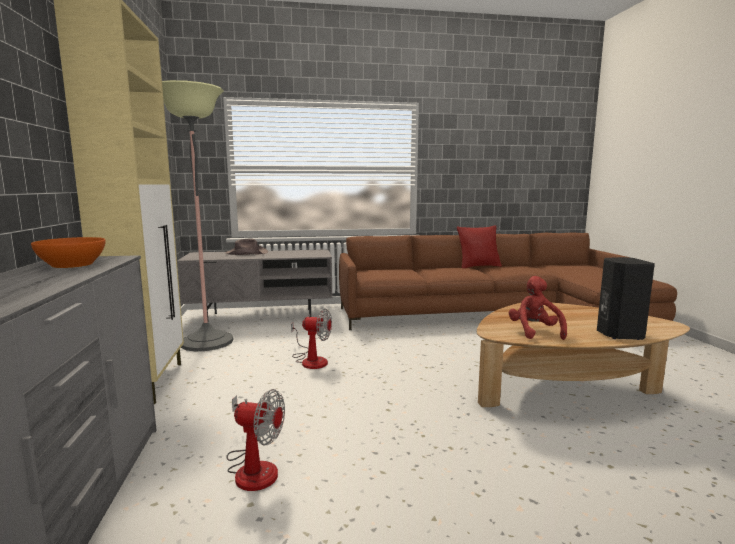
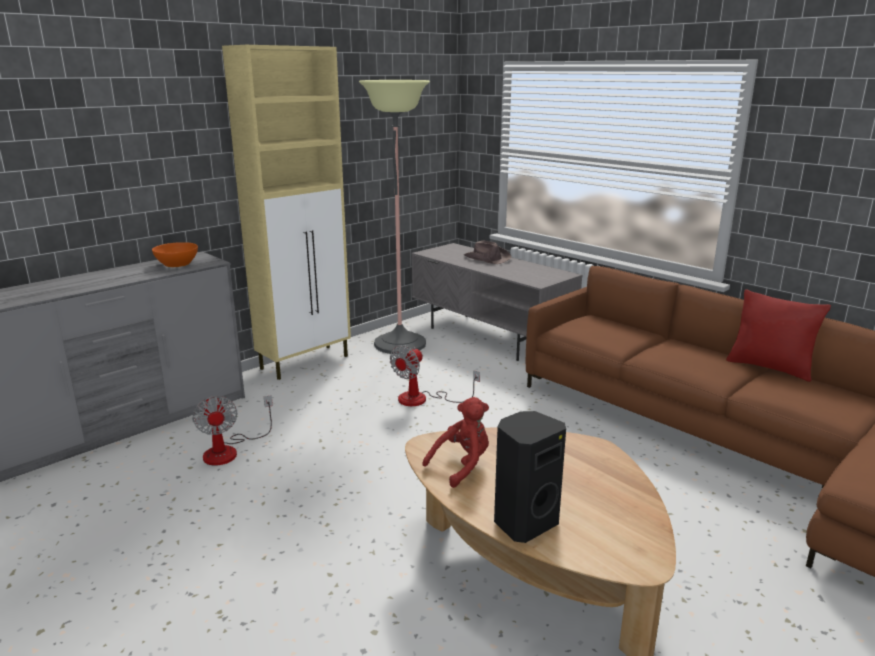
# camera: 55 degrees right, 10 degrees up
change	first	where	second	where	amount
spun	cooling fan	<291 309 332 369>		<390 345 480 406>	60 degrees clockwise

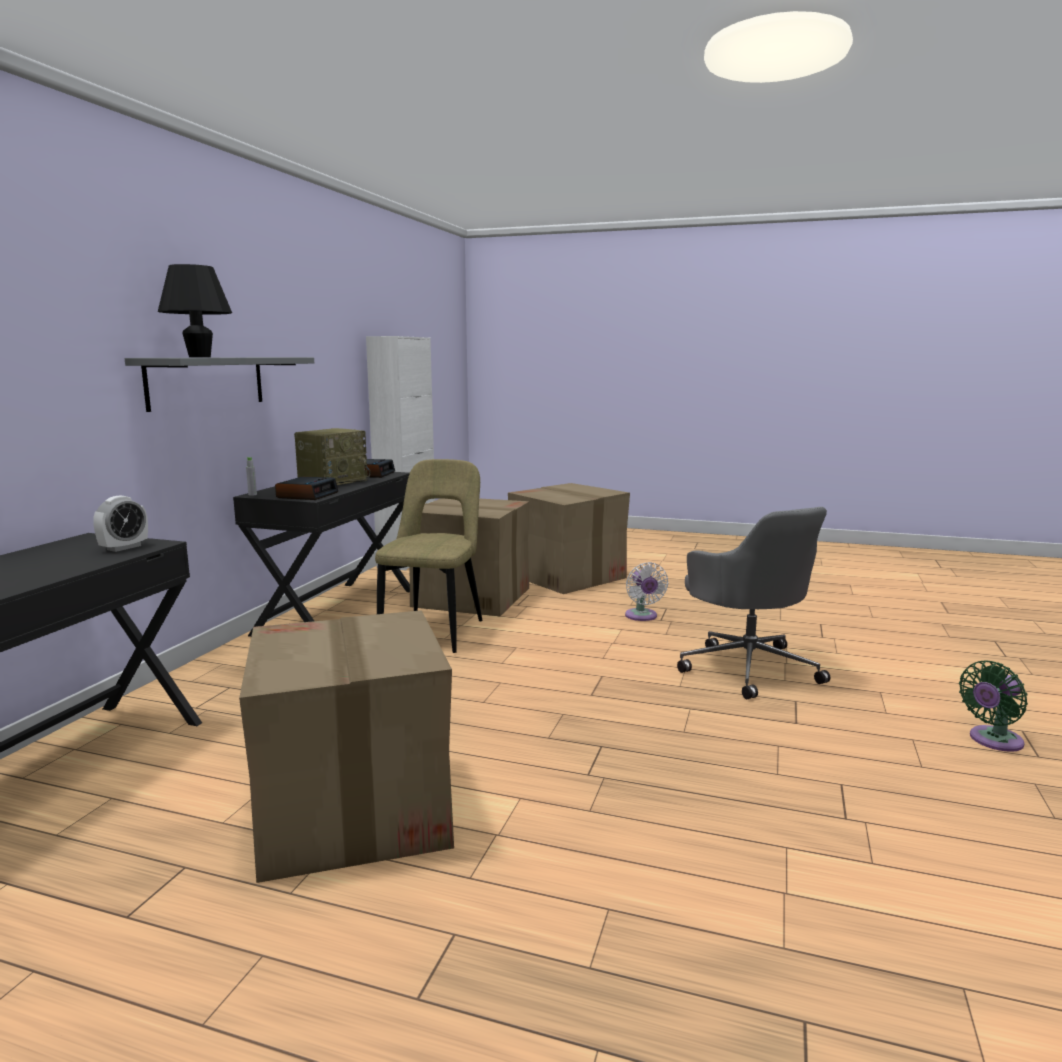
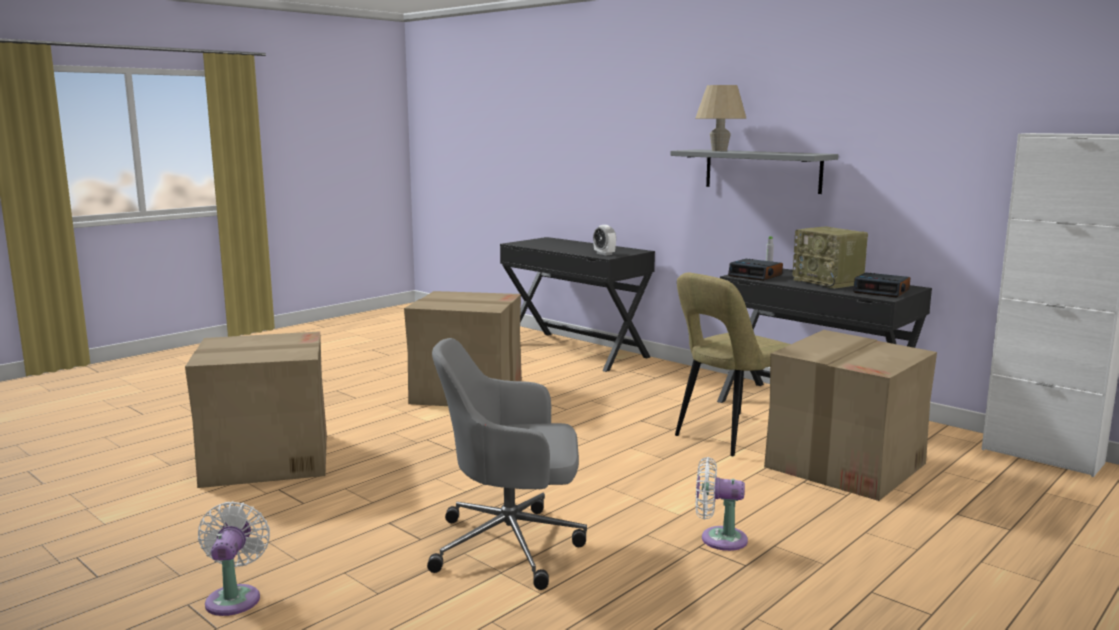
# camera: 115 degrees right, 0 degrees up
change	first	where	second	where	amount
relocated	cardboard box	<508 483 630 594>		<185 331 327 488>	
colour	cooling fan in green-coloured	<959 661 1028 752>	cooling fan in white-coloured	<198 501 270 616>	
spun	upright chair in beige-coloured	<375 459 482 653>		<675 273 791 456>	105 degrees clockwise
colour	table lamp in black	<158 264 232 357>	table lamp in beige-coloured	<696 85 746 151>	

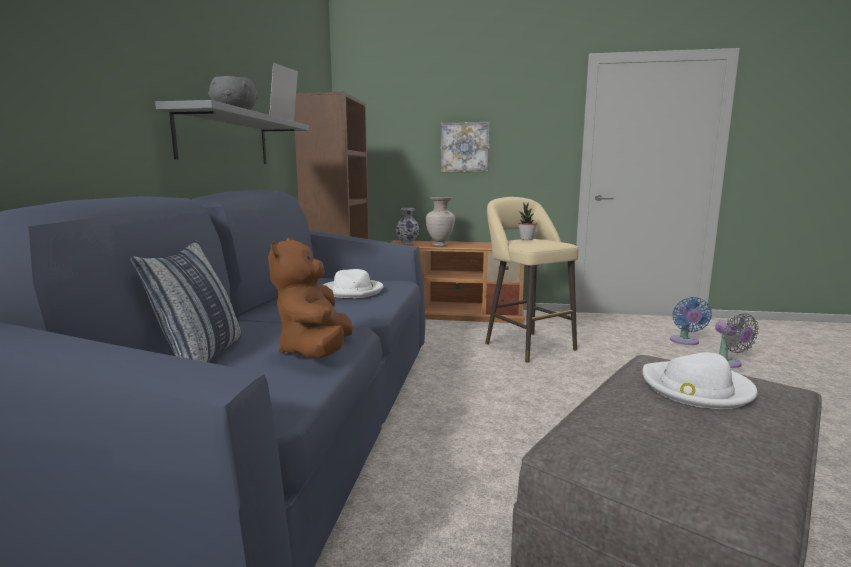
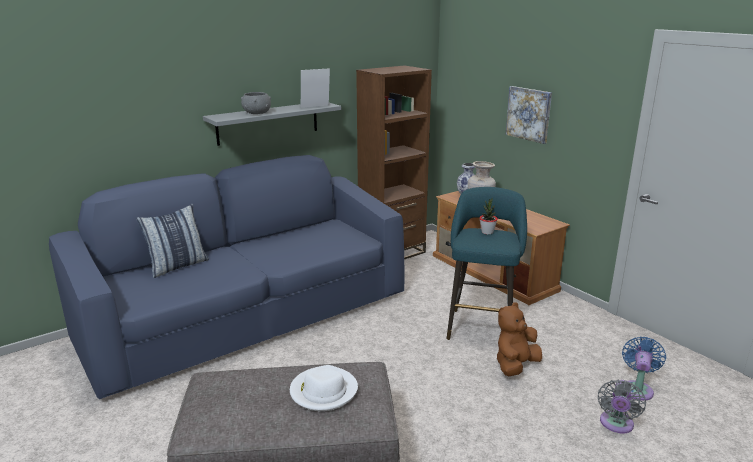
# camera: 45 degrees right, 10 degrees up
change	first	where	second	where	amount
colour	stool seat in beige-coloured	<485 197 579 363>	stool seat in blue-green	<447 187 527 340>	
relocated	cuddly toy in brownish	<268 238 353 358>		<497 302 542 376>	
spun	cooling fan in blue-coloured	<670 297 712 345>		<622 336 666 401>	150 degrees clockwise
missing	wearable hat in white-coloured	<323 269 383 298>			

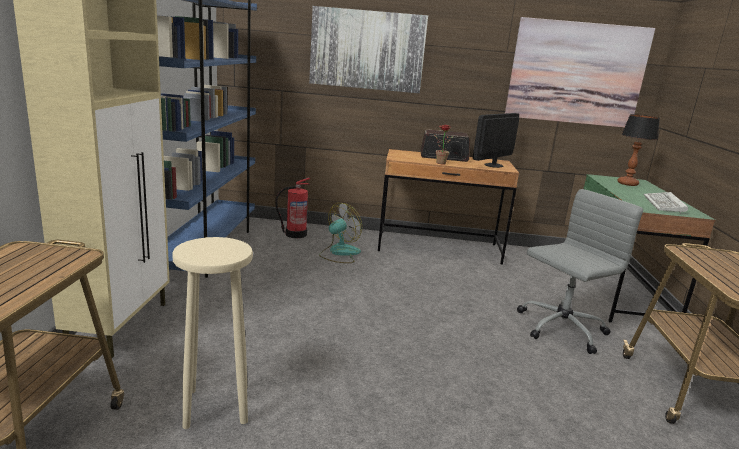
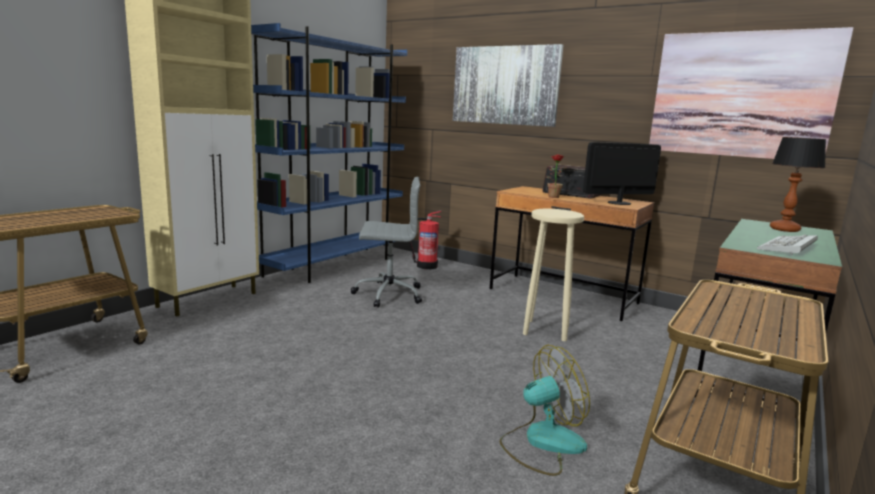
# camera: 30 degrees right, 5 degrees down
change	first	where	second	where	amount
relocated	office chair in grey	<517 189 643 354>		<350 177 422 308>	
relocated	cooling fan	<319 203 362 263>		<500 345 590 476>	
relocated	stool seat in beige-coloured	<173 237 253 429>		<523 209 584 341>	

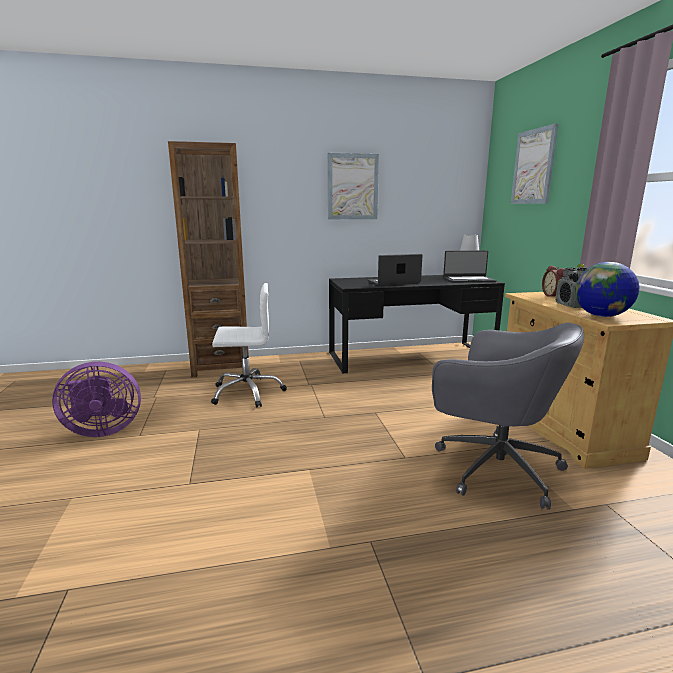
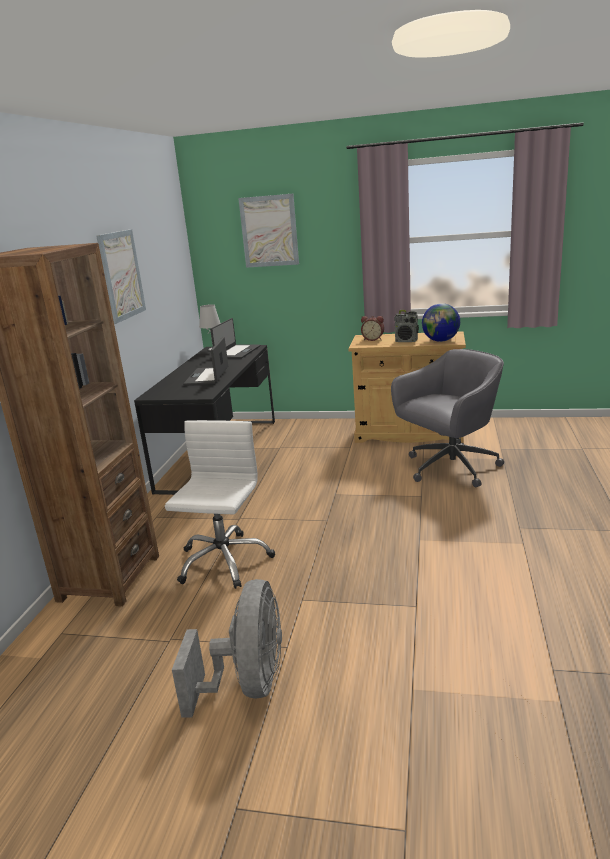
# camera: 65 degrees left, 5 degrees up
change	first	where	second	where	amount
colour	cooling fan in purplish	<52 362 141 437>	cooling fan in grey	<172 579 282 717>	

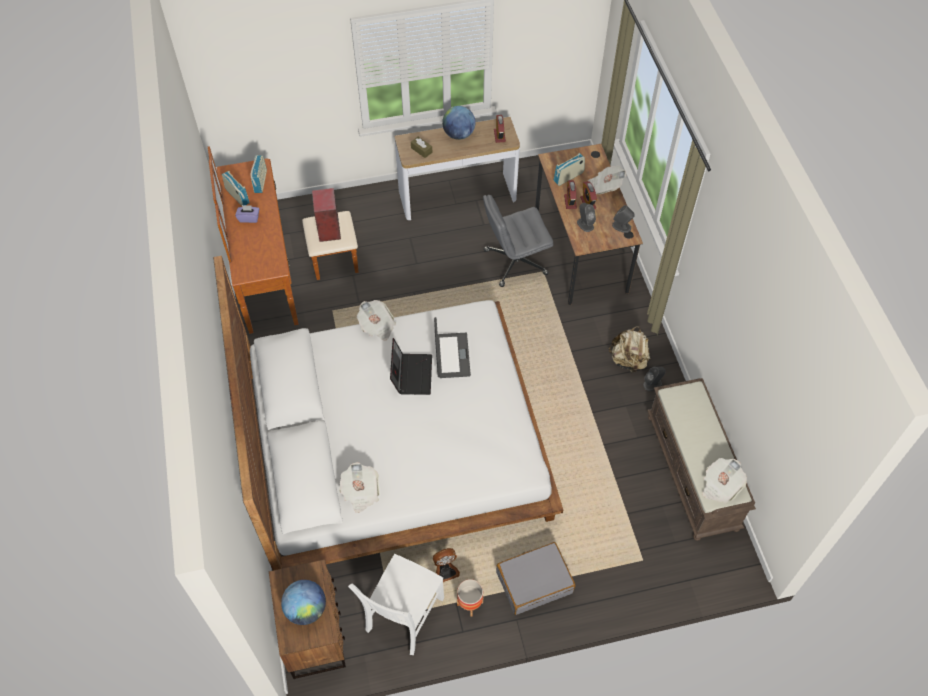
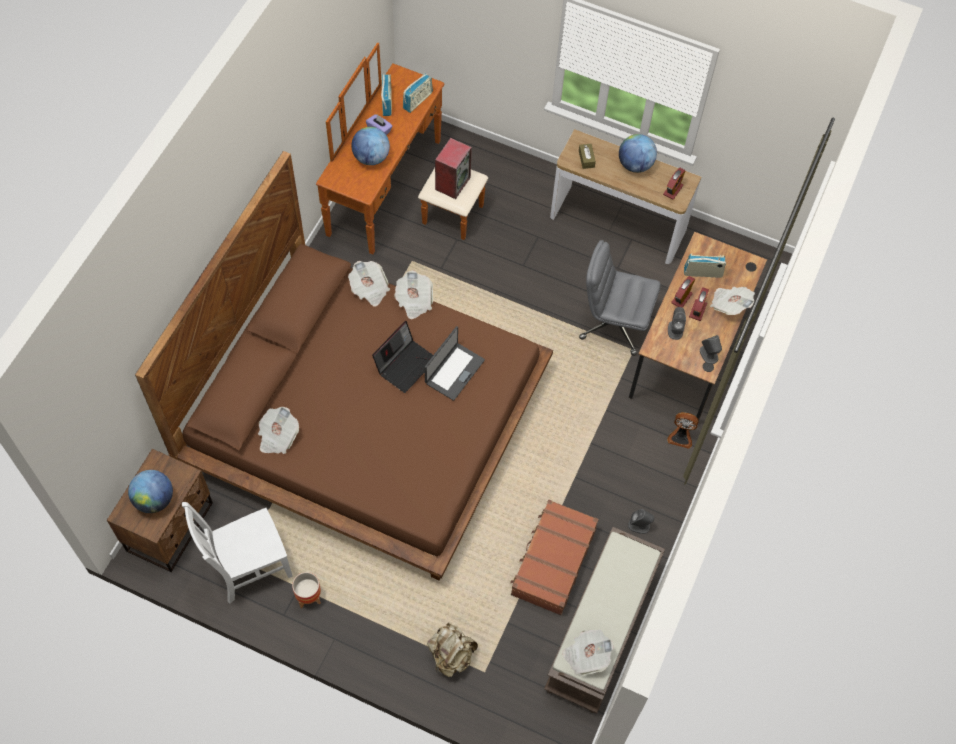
# camera: 35 degrees right, 5 degrees up
change	first	where	second	where	amount
colour	bedroom bed in white-coloured	<213 256 563 570>	bedroom bed in brownish	<135 151 553 581>	
appeared			printed paper	<348 261 390 307>	
appeared			world globe	<351 127 390 165>	
relocated	backpack in beige-coloured	<609 326 650 372>		<427 623 478 677>	
appeared			travel case in brownish	<510 500 599 615>	
relocated	cooling fan	<433 548 460 582>		<667 412 699 449>	
missing	travel case in grey	<496 542 575 615>			

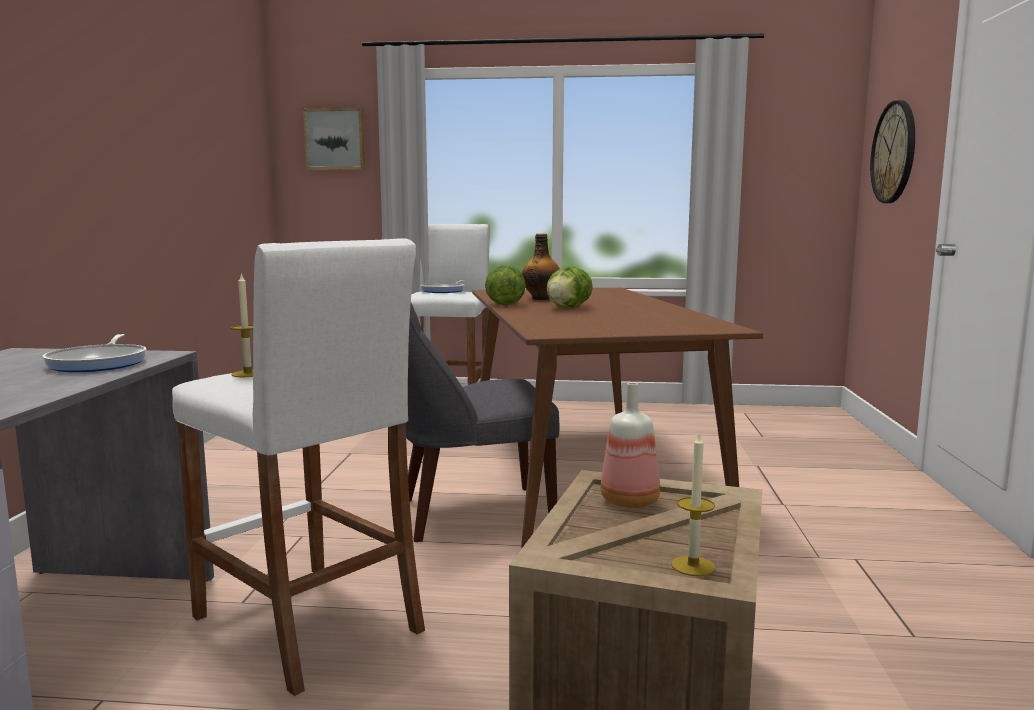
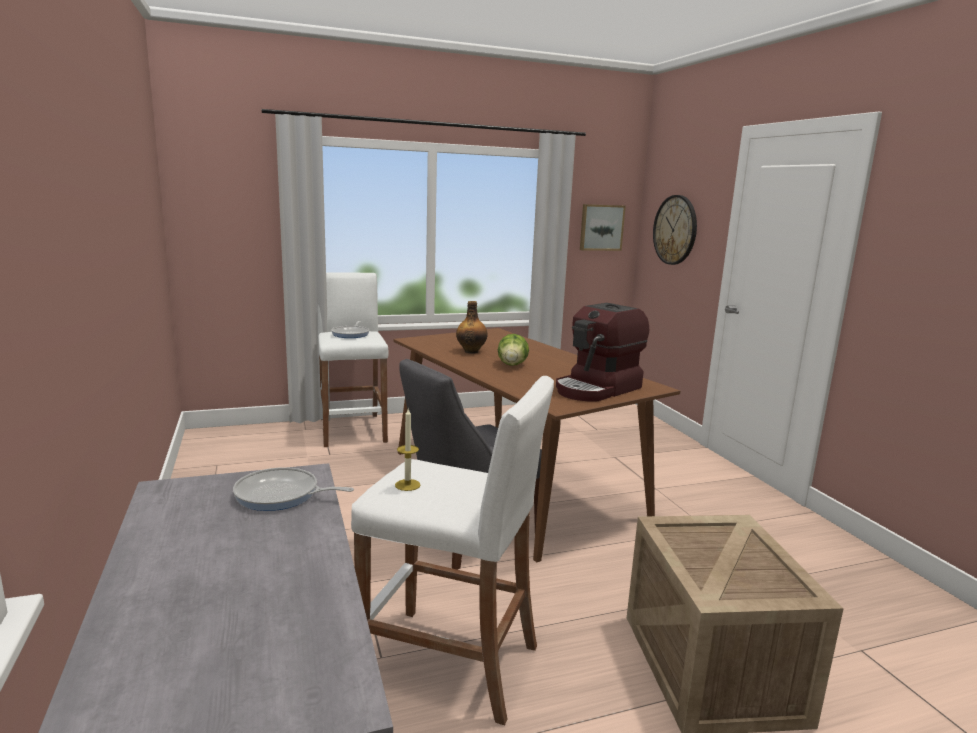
# camera: 25 degrees left, 5 degrees up
change	first	where	second	where	amount
spun	frying pan	<43 334 147 372>		<233 467 354 511>	135 degrees clockwise
appeared			coffee maker	<556 303 649 402>	
relocated	wall picture	<303 108 365 170>		<580 204 626 251>	
missing	lettuce head	<485 265 526 305>			
missing	bottle	<600 382 660 508>			
missing	wax light	<672 431 715 576>			

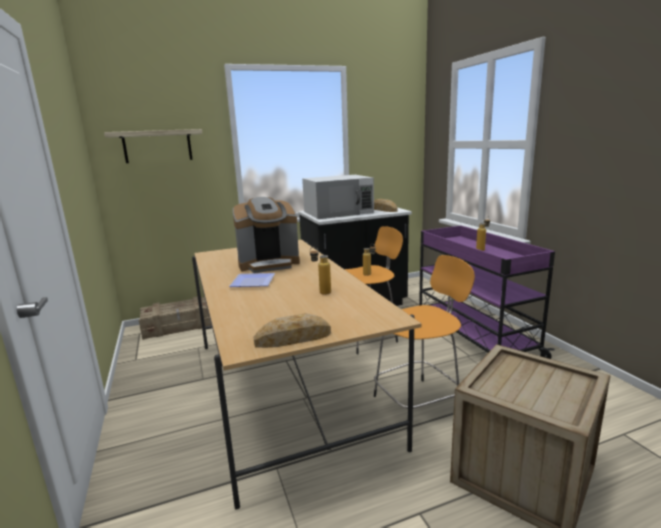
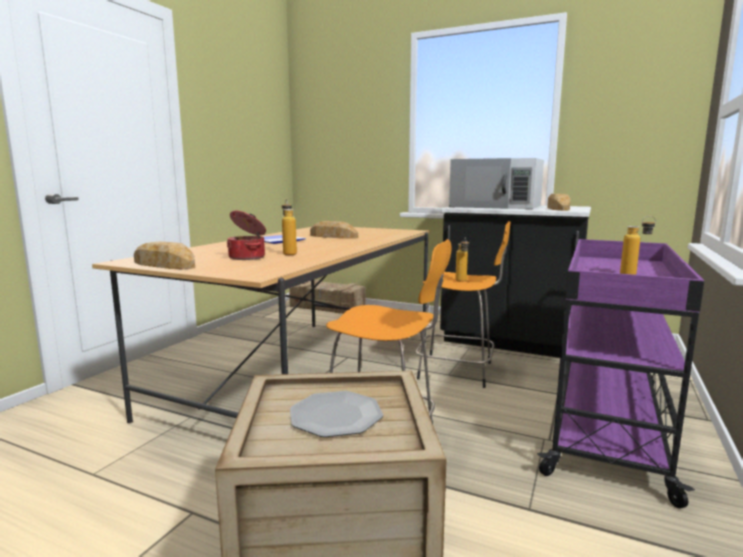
# camera: 45 degrees right, 5 degrees down
change	first	where	second	where	amount
appeared			cooking pot	<227 211 266 260>	
appeared			flat dish	<290 391 383 437>	
exchanged	coffee maker	<233 197 300 273>	bread	<310 221 358 239>	
missing	wall shelf	<104 129 202 163>			

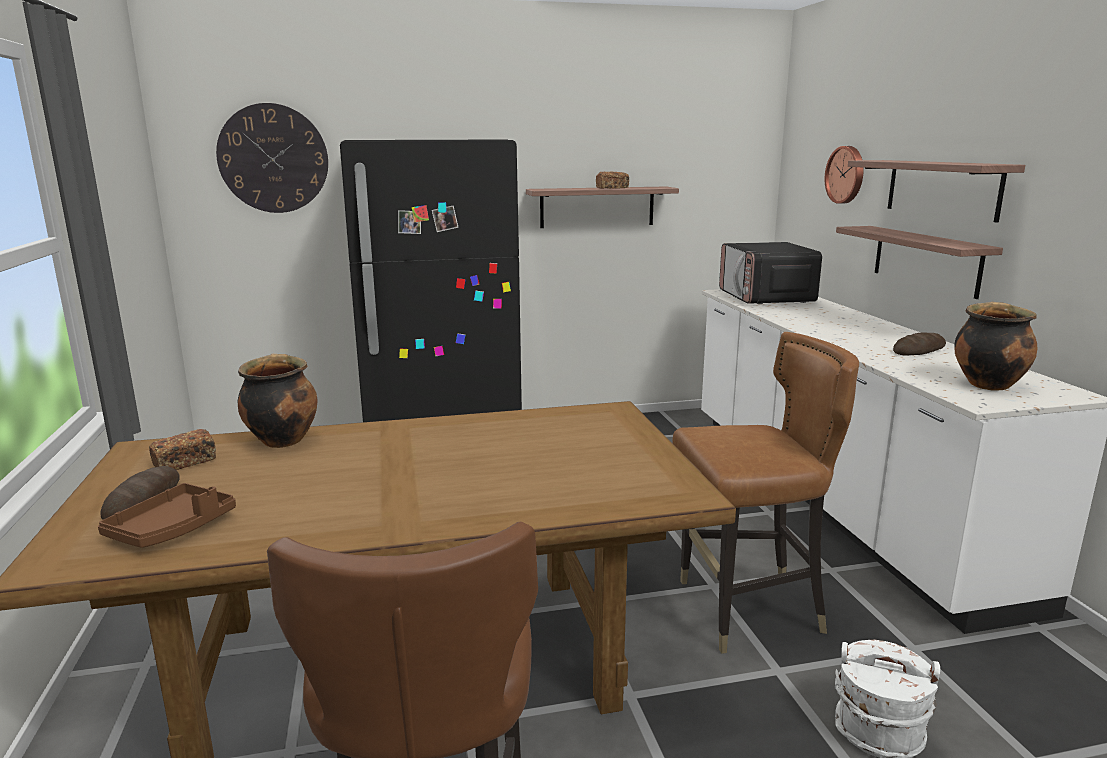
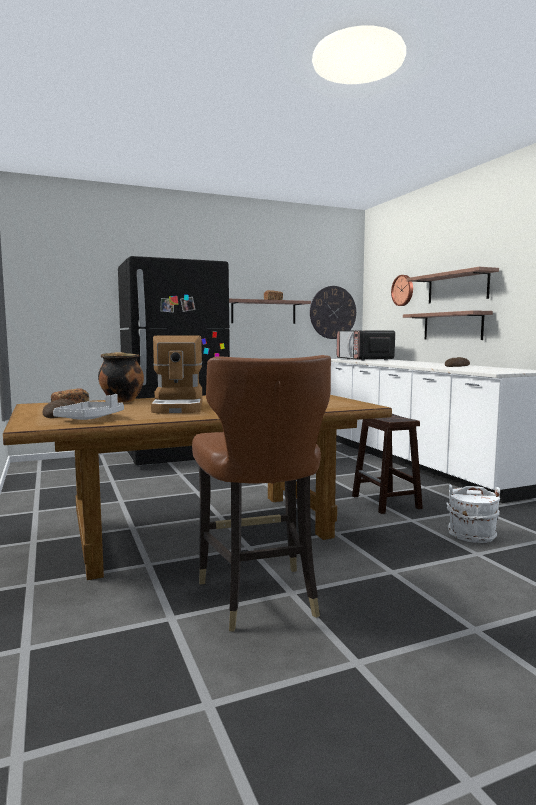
# camera: 10 degrees left, 10 degrees down
change	first	where	second	where	amount
colour	tray in brownish	<98 483 236 548>	tray in grey	<53 394 124 420>	
appeared			coffee maker	<151 336 202 414>	
relocated	hanging clock	<216 103 328 213>		<310 286 356 339>	
exchanged	upright chair in brownish	<672 332 859 654>	stool seat in brownish	<352 414 423 514>	
missing	cooking pot	<954 302 1037 390>			

